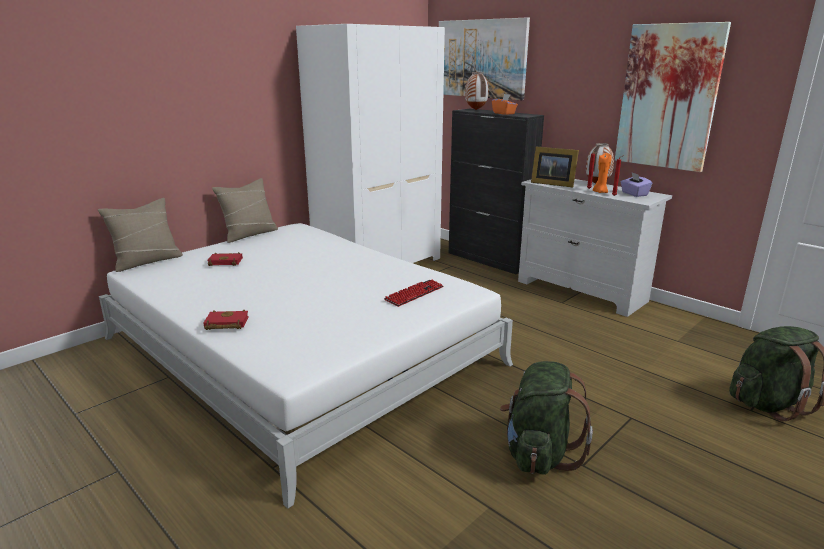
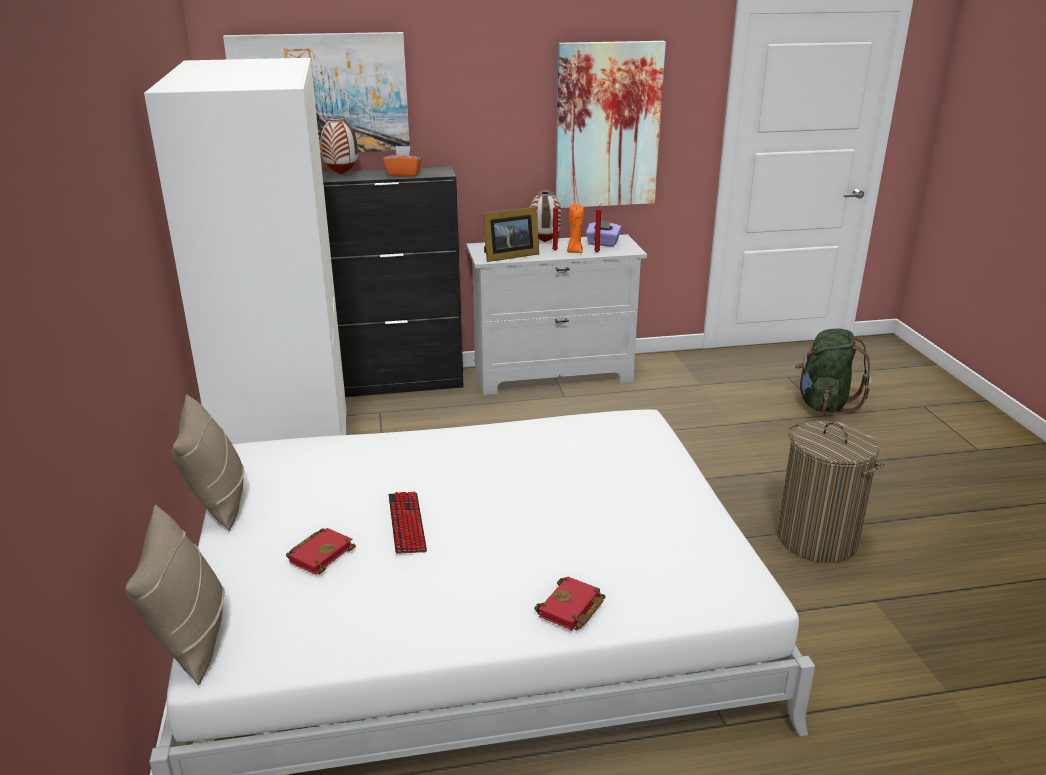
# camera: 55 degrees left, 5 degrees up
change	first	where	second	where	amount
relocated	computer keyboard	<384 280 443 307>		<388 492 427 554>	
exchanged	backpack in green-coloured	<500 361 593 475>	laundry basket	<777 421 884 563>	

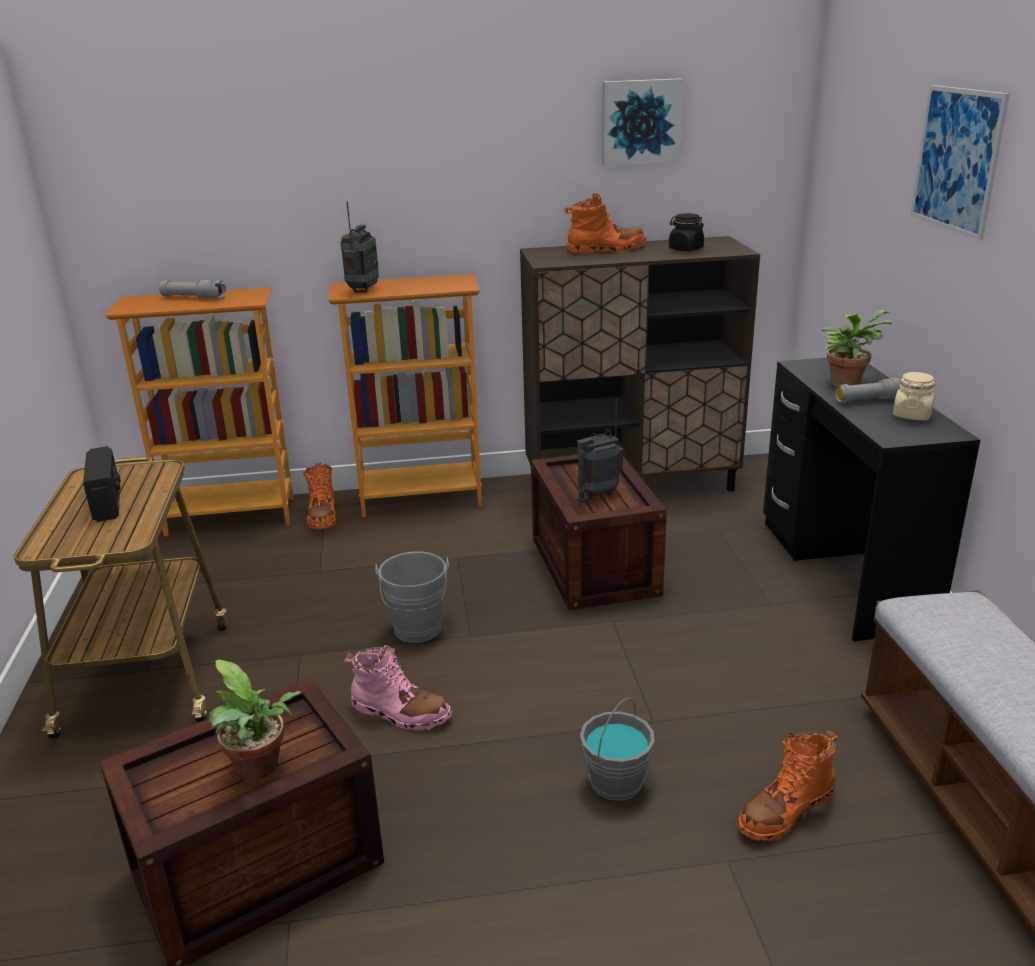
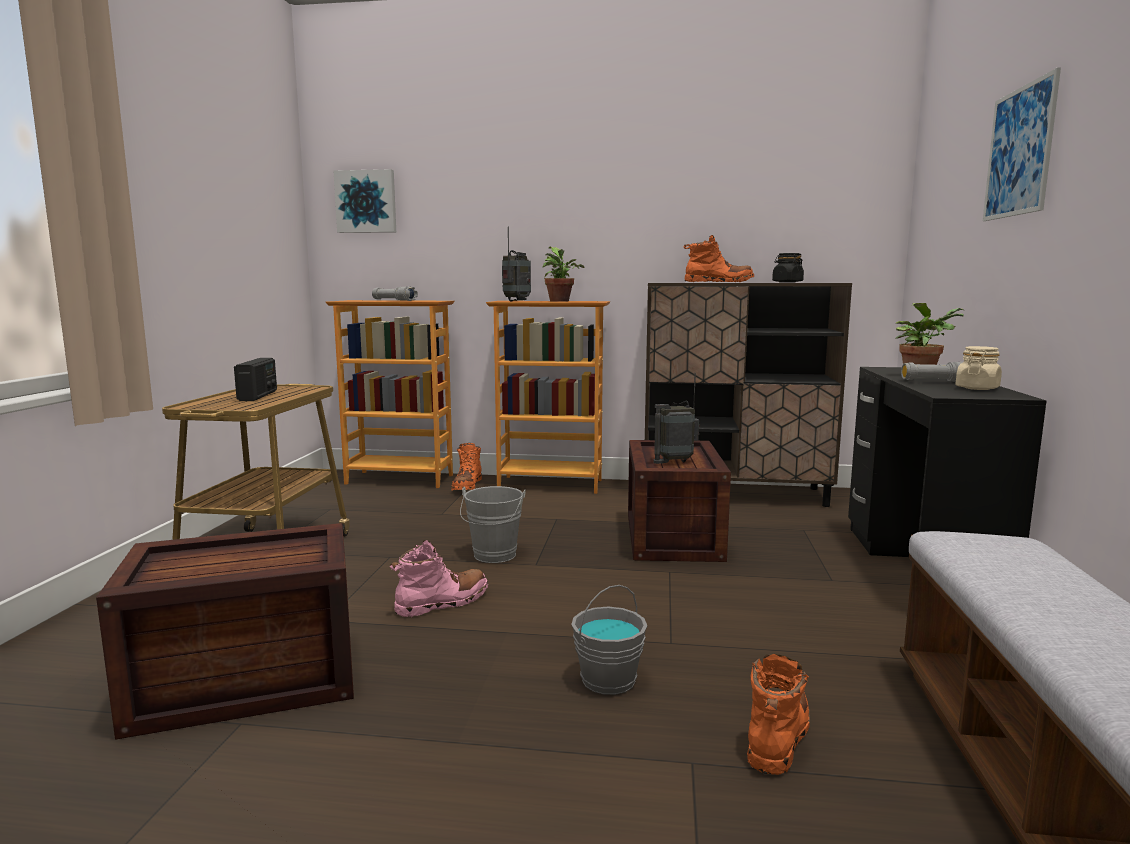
# camera: 15 degrees right, 15 degrees down
change	first	where	second	where	amount
relocated	wall picture	<602 78 683 166>		<334 169 396 233>	
spun	boot in pink-coloured	<343 645 452 730>		<390 540 488 618>	75 degrees counterclockwise
relocated	potted plant	<209 660 302 781>		<542 247 584 302>	
spun	boot in orange	<737 730 838 841>		<747 654 810 775>	135 degrees clockwise

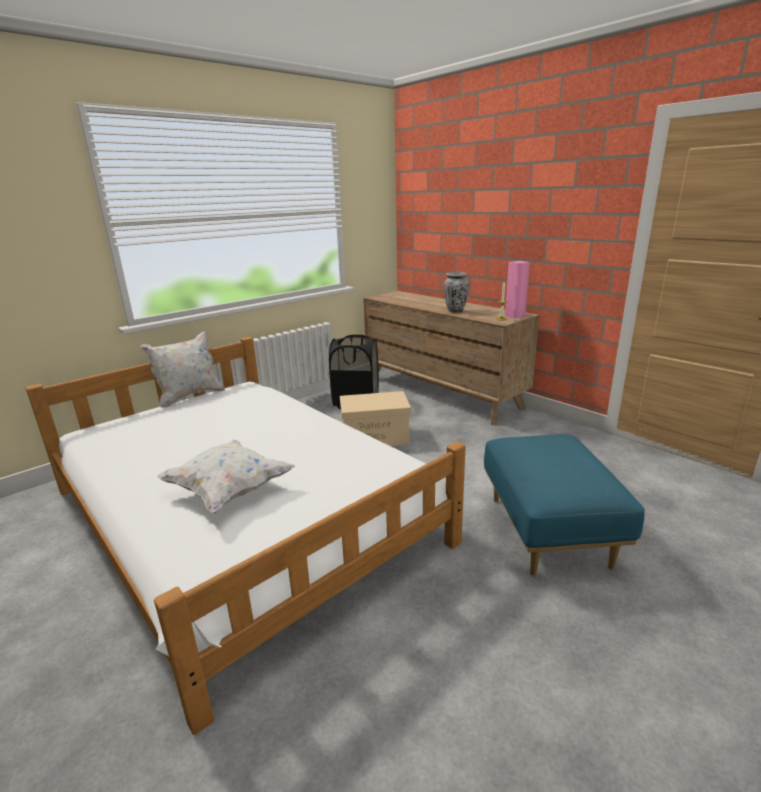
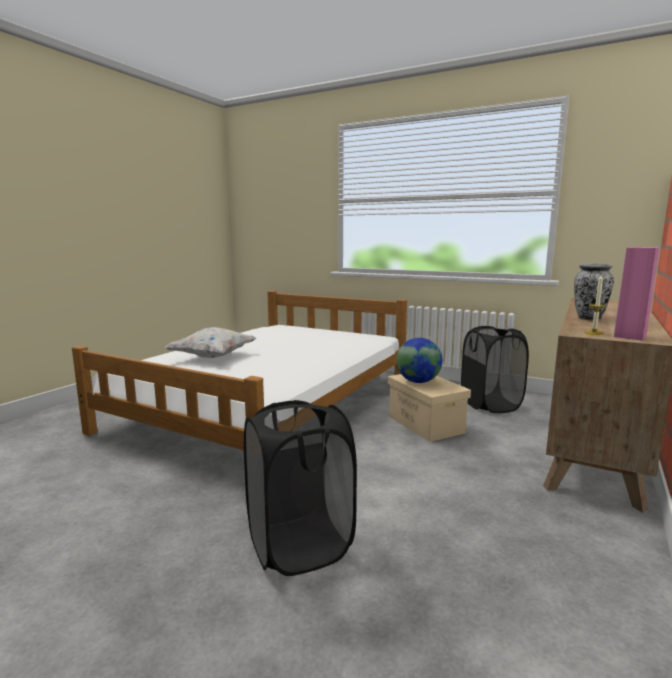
# camera: 70 degrees right, 10 degrees down
change	first	where	second	where	amount
exchanged	footrest in blue-coloured	<484 434 645 576>	laundry basket in black	<244 400 357 576>	
appeared			world globe	<396 338 442 383>	
missing	throw pillow in white-coloured	<140 331 225 408>			

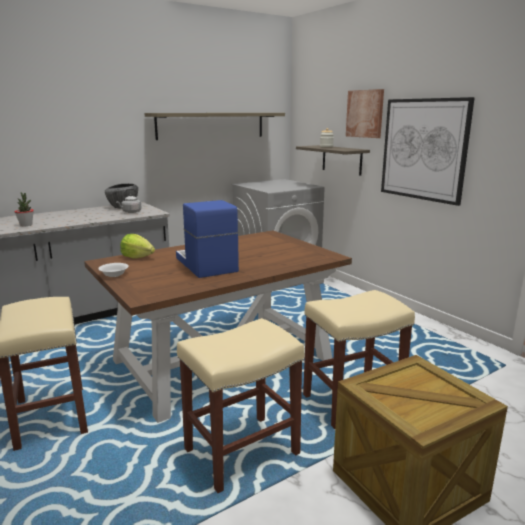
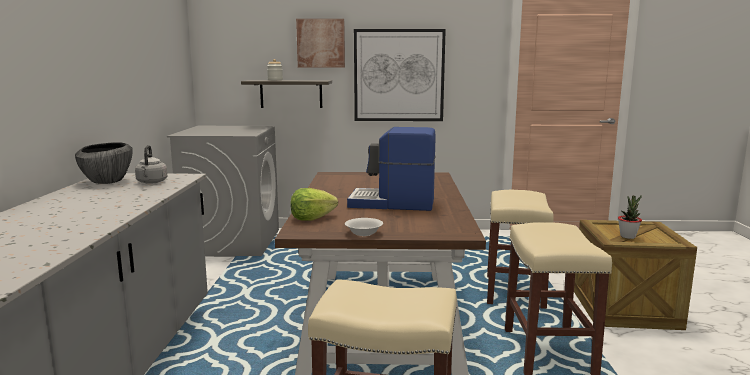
# camera: 55 degrees left, 5 degrees down
change	first	where	second	where	amount
relocated	potted plant	<14 192 34 226>		<618 195 642 239>	
missing	wall shelf	<144 113 285 140>			

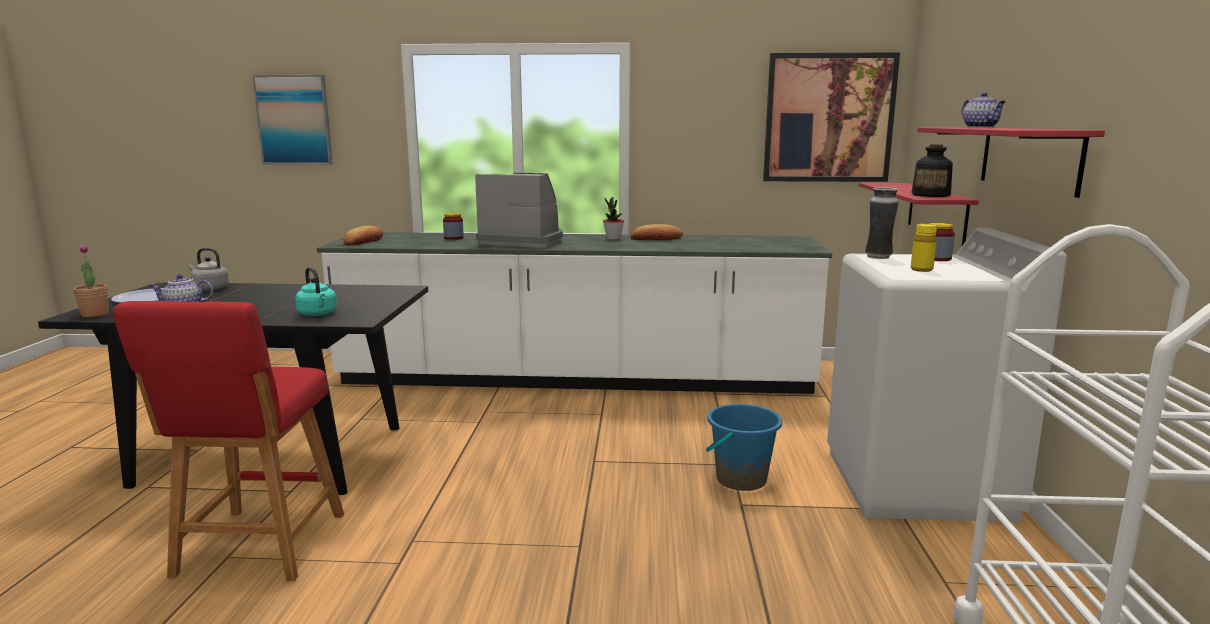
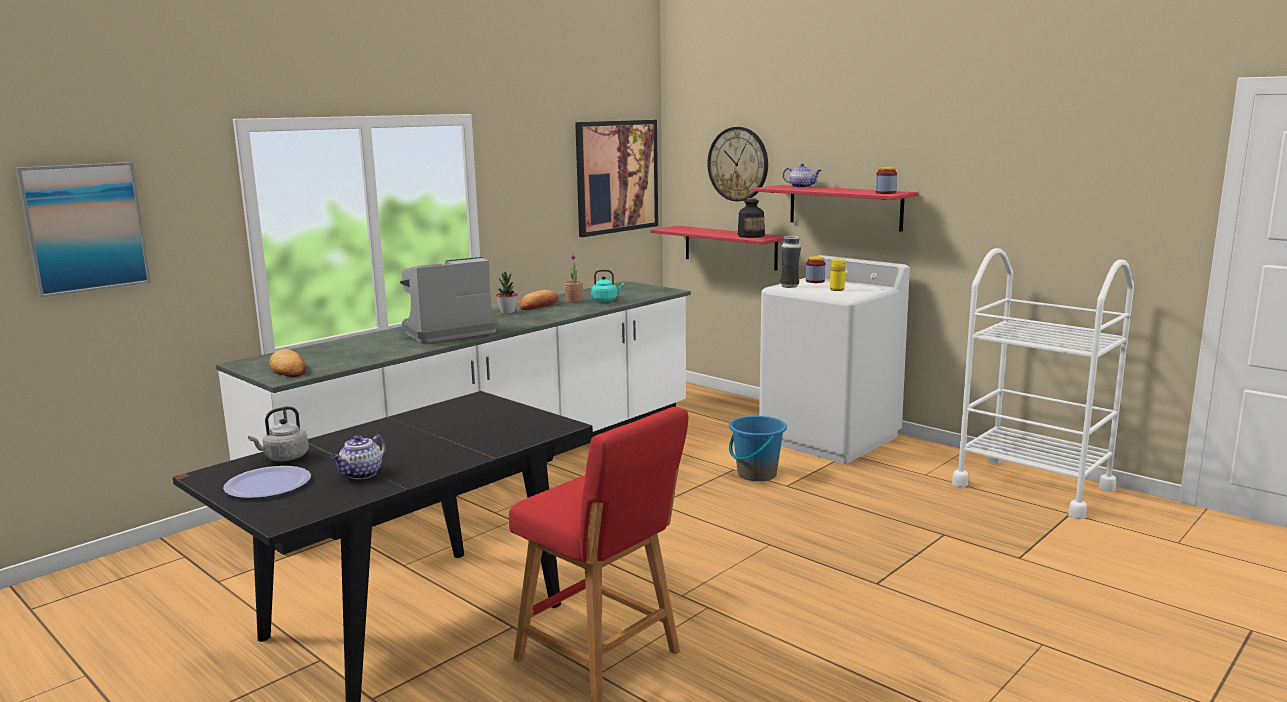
# camera: 50 degrees left, 0 degrees up
change	first	where	second	where	amount
relocated	potted plant	<73 244 109 317>		<564 254 583 303>	
relocated	tea kettle in blue-green	<295 267 337 316>		<591 269 624 302>	
appeared			hanging clock	<708 127 768 201>	
relocated	preserve jar	<443 213 464 240>		<876 167 897 194>	

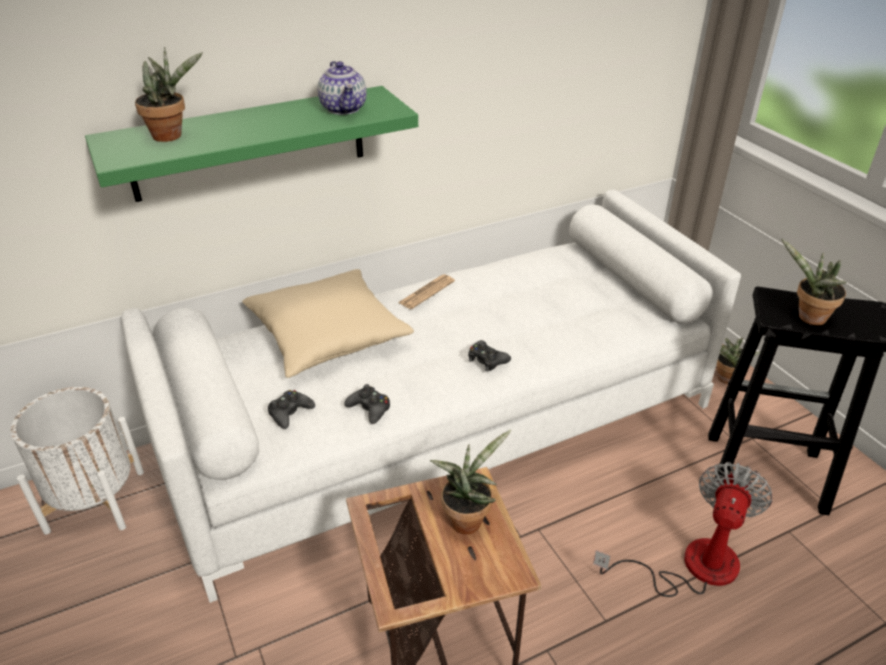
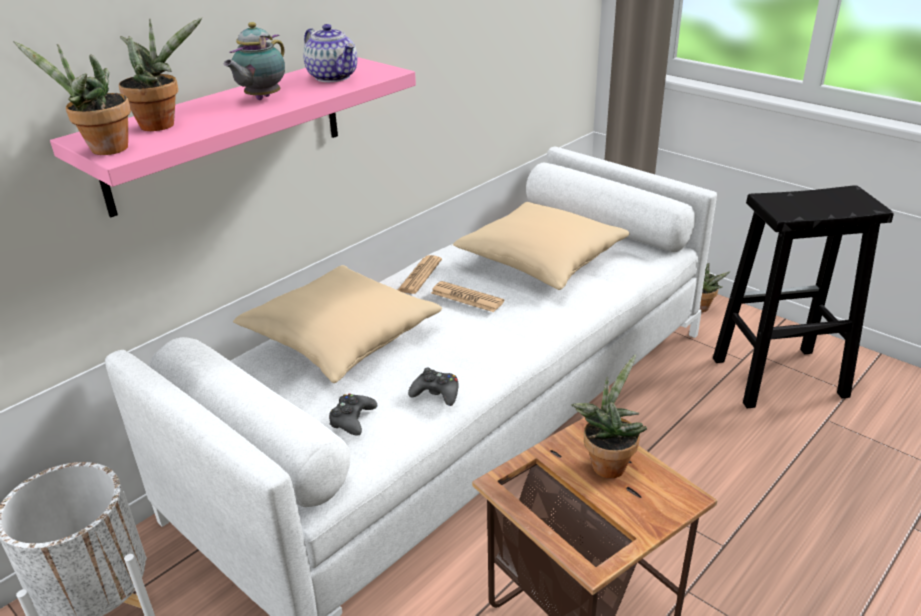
# camera: 20 degrees left, 5 degrees down
change	first	where	second	where	amount
relocated	potted plant	<781 239 847 325>		<14 41 131 155>	
colour	wall shelf in green-coloured	<85 86 418 202>	wall shelf in pink-coloured	<50 57 416 217>	
appeared			teapot	<223 22 285 100>	
appeared			printed paper	<431 281 505 312>	
appeared			throw pillow in beige-coloured	<453 202 630 290>	
missing	game controller in black	<468 340 511 371>			
missing	cooling fan	<593 462 773 597>			

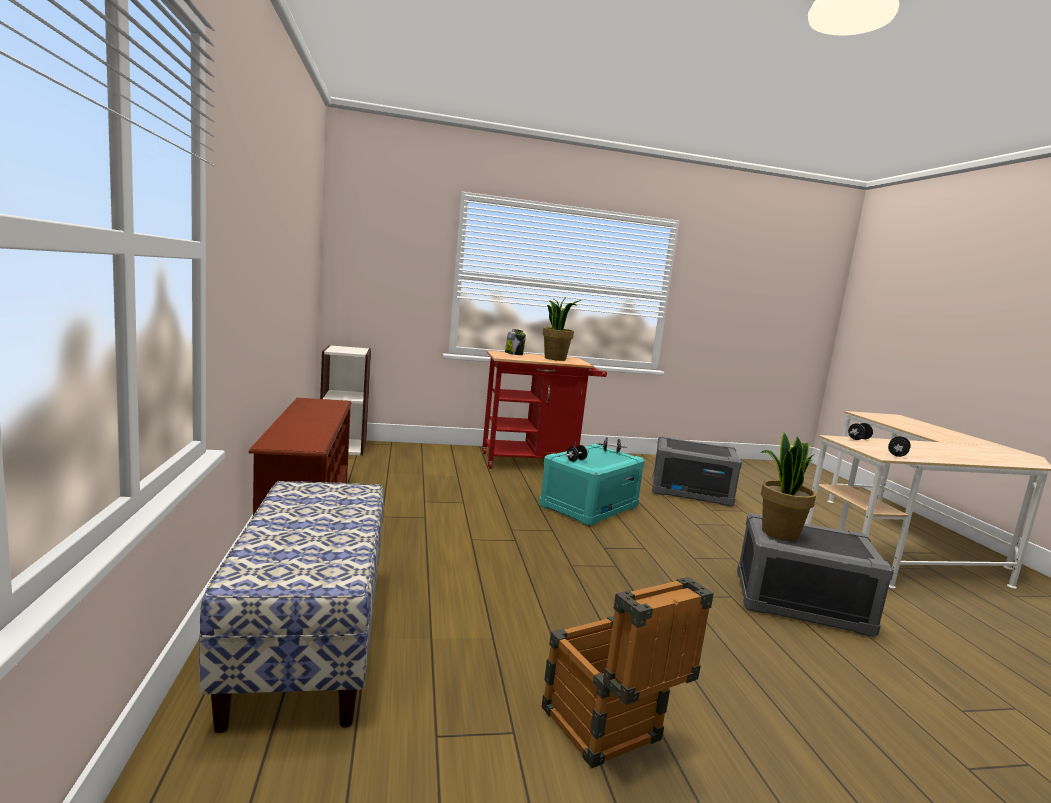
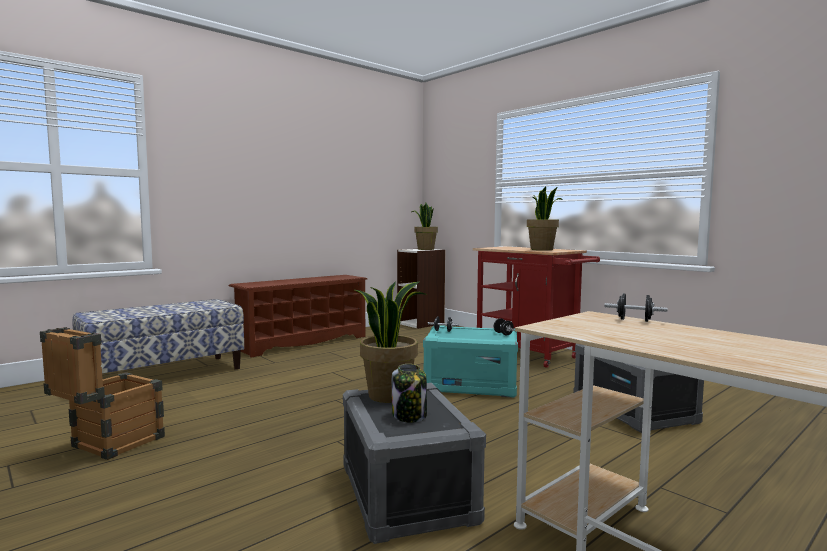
# camera: 60 degrees right, 5 degrees down
change	first	where	second	where	amount
relocated	preserve jar	<505 329 526 355>		<392 364 427 423>	
appeared			potted plant	<412 203 438 250>	
missing	hand weight in black	<888 436 911 457>			

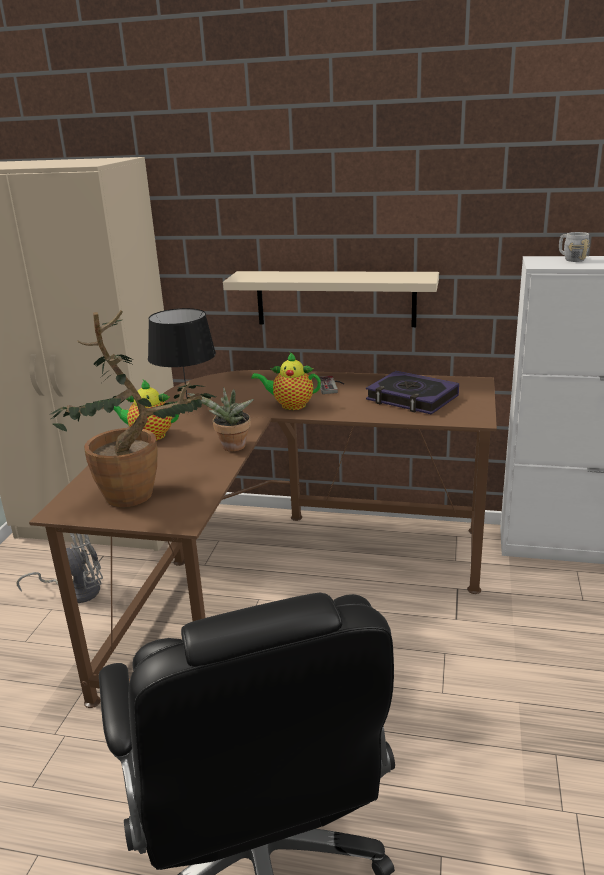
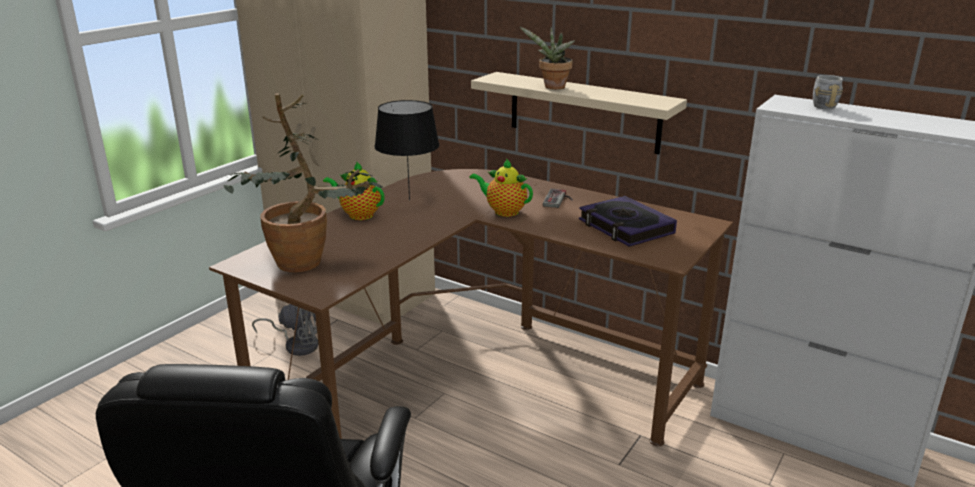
# camera: 20 degrees right, 0 degrees up
change	first	where	second	where	amount
relocated	potted plant	<188 387 254 452>		<520 27 575 89>	

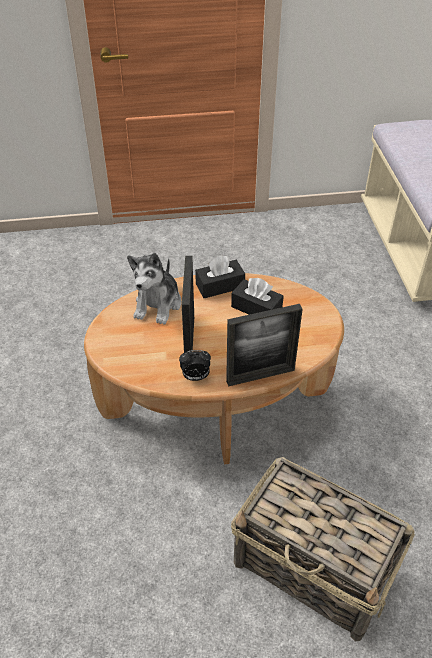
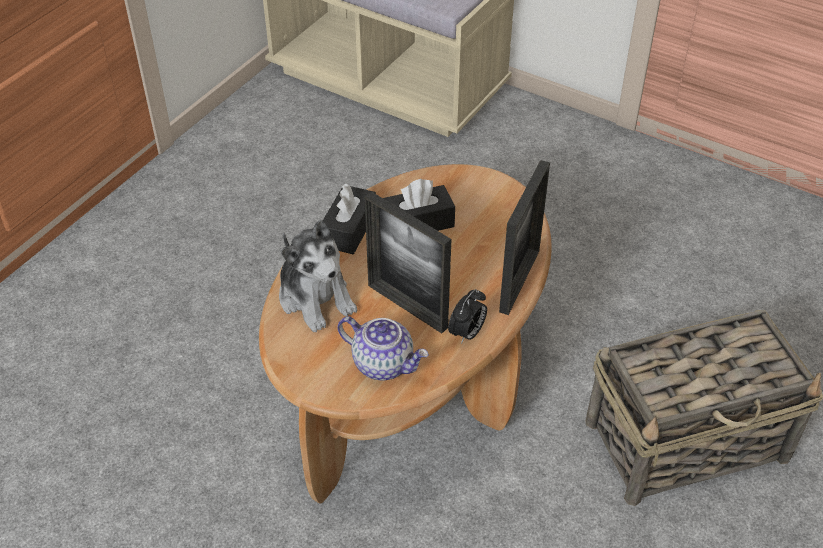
# camera: 50 degrees left, 0 degrees up
change	first	where	second	where	amount
appeared			teapot	<337 317 429 380>	

